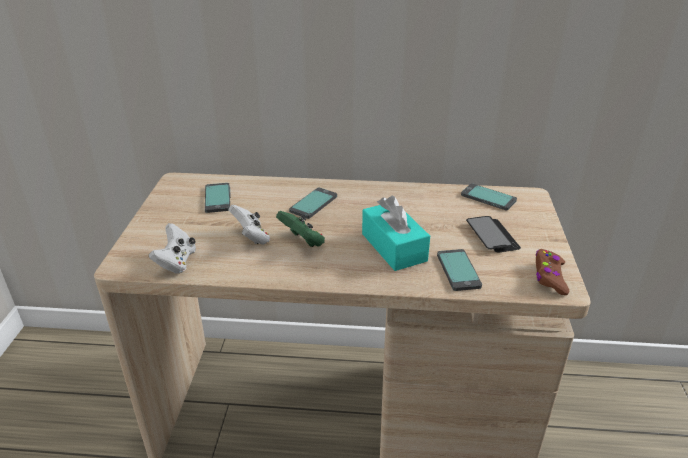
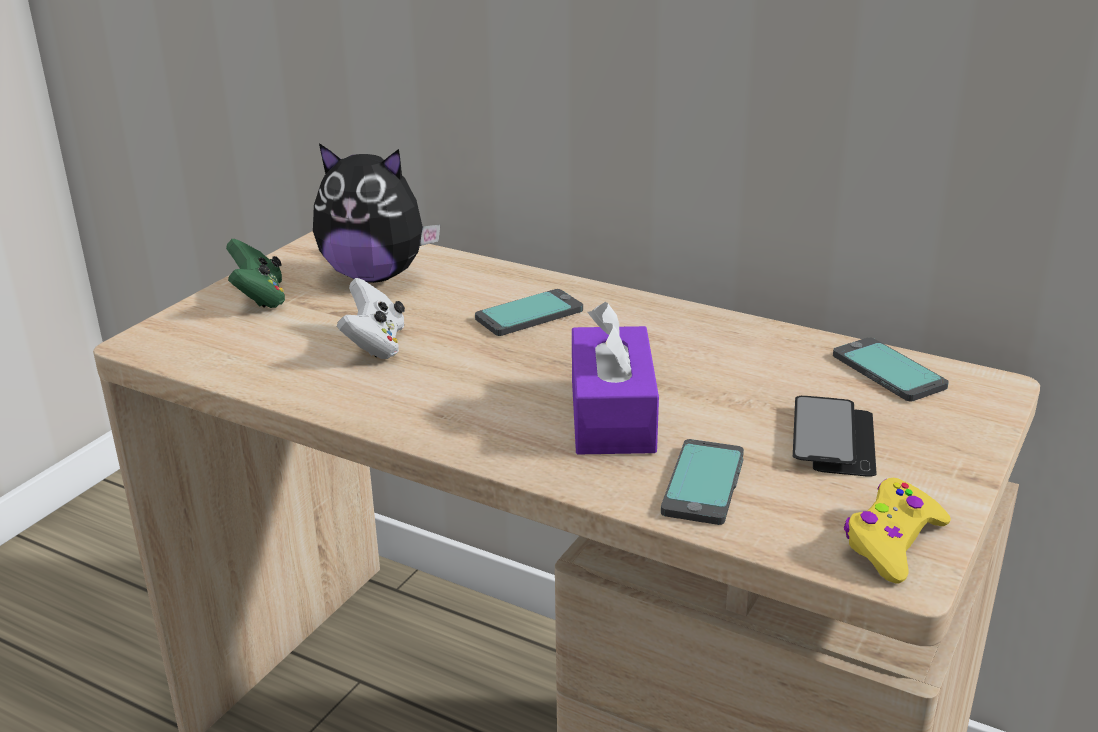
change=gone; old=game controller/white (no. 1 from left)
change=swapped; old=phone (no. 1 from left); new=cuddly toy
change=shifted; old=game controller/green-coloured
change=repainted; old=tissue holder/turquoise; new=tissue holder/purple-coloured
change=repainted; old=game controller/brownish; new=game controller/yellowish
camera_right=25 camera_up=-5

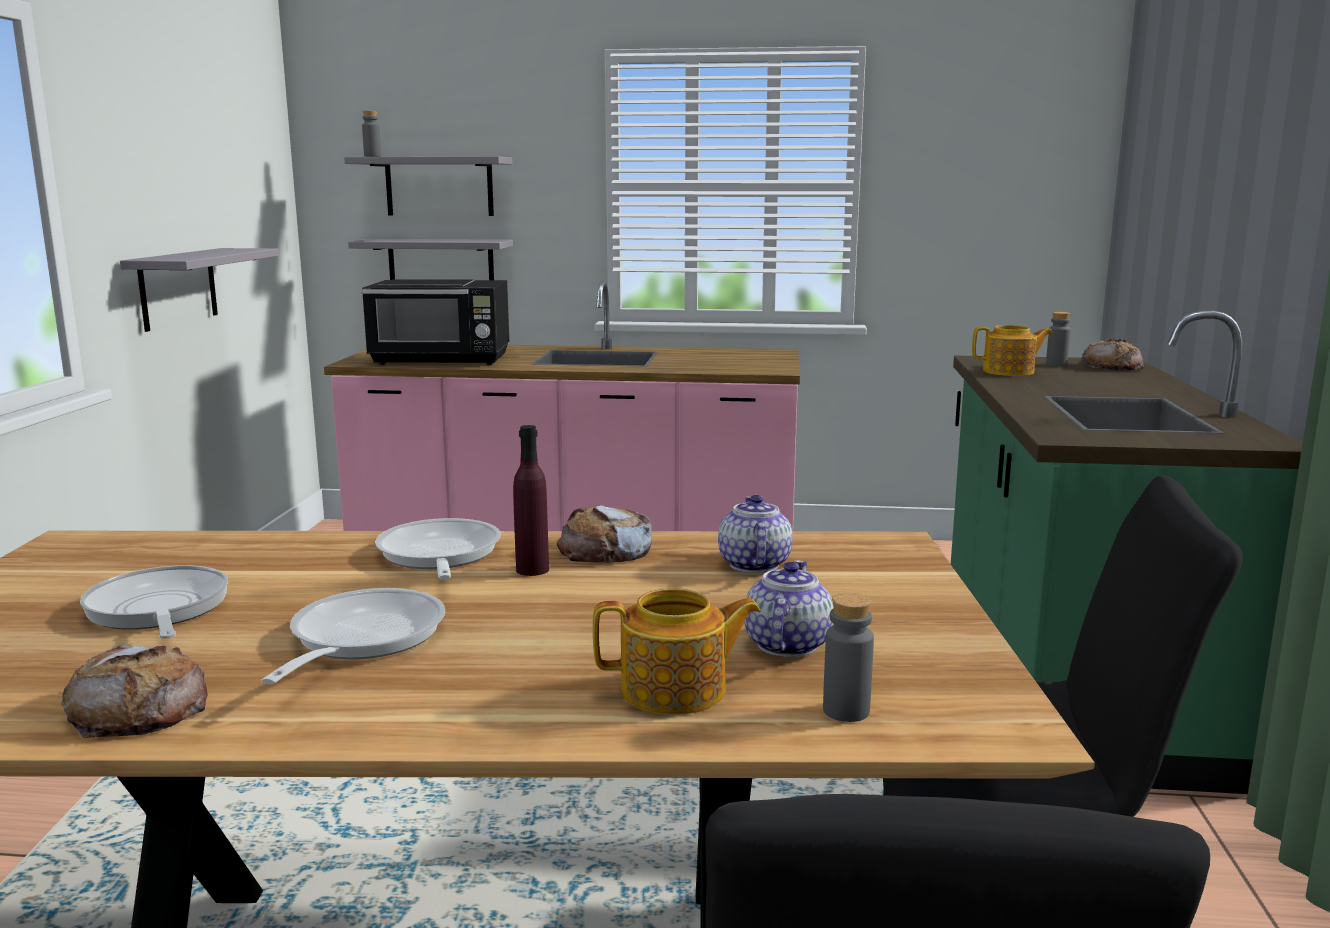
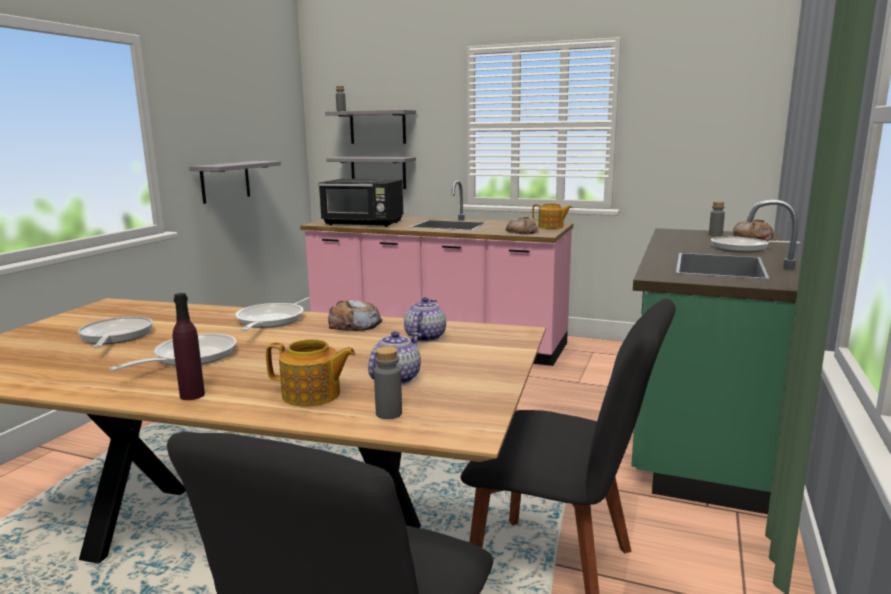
change=shifted; old=bakery bread (no. 1 from left in the first image); new=bakery bread (no. 2 from left)
change=shifted; old=bottle/purple-coloured
change=shifted; old=tea pot (no. 4 from left)
change=new; new=frying pan (no. 4 from left)
camera_right=15 camera_up=0

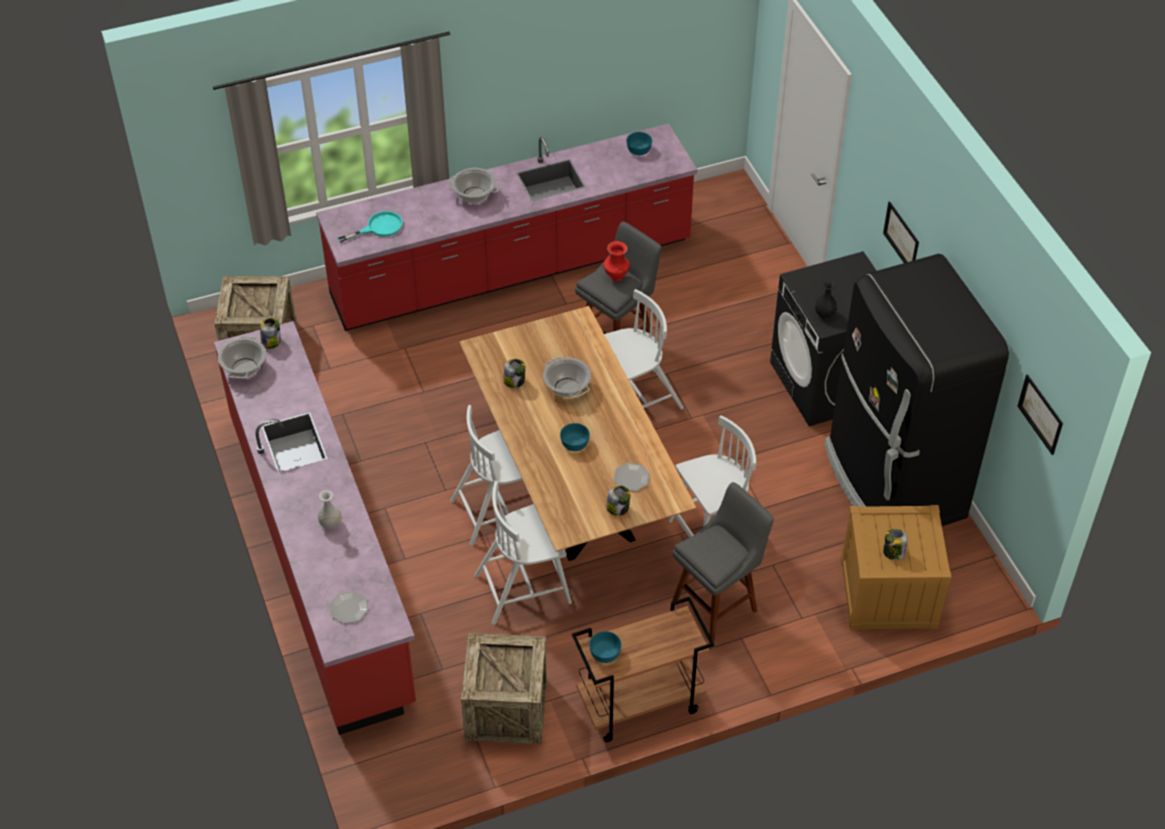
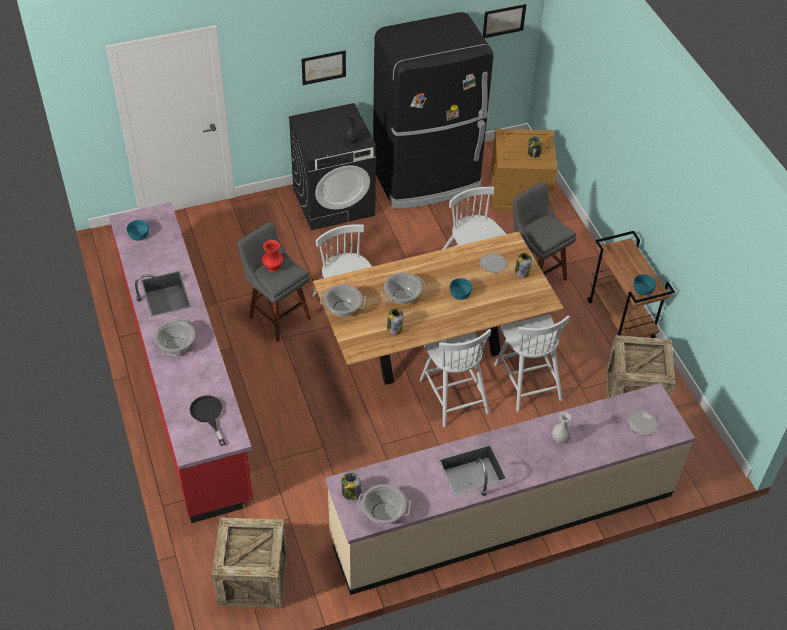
change=repainted; old=counter/red-coloured (no. 1 from left); new=counter/sand-coloured
change=repainted; old=frying pan/turquoise; new=frying pan/black-coloured
change=new; new=cooking pot (no. 2 from left)
camera_right=-90 camera_up=0

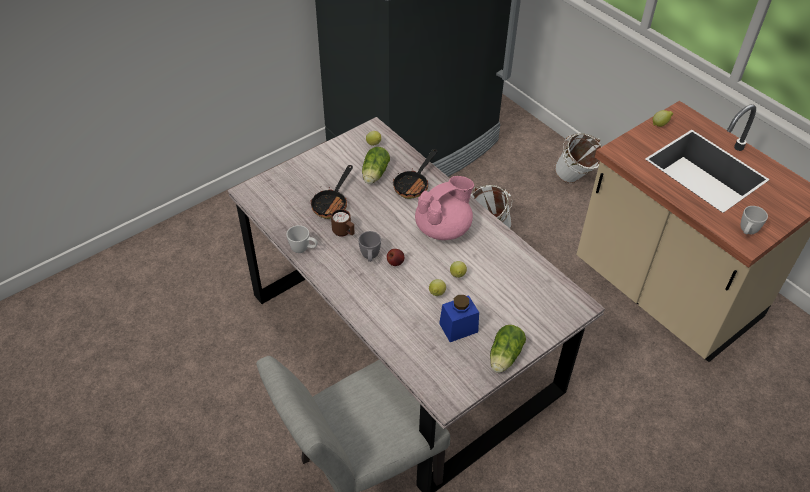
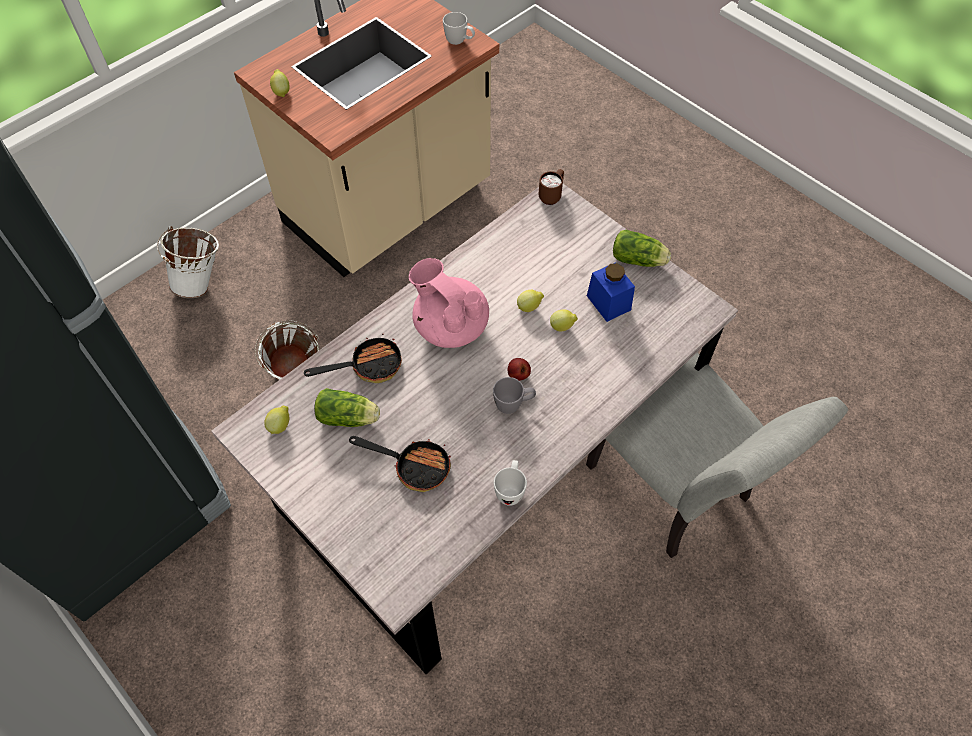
change=shifted; old=coffee mug/brownish
change=rotated; old=frying pan (no. 2 from left in the first image); degrees=-45
camera_right=-95 camera_up=10

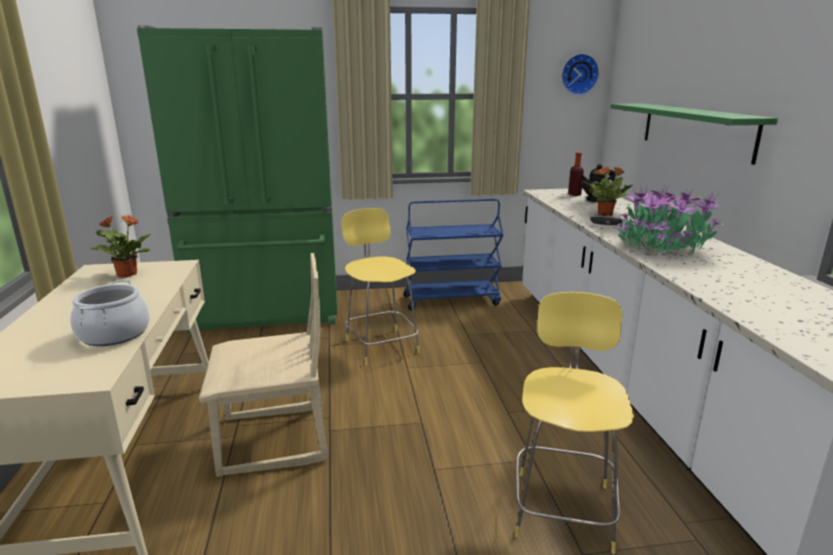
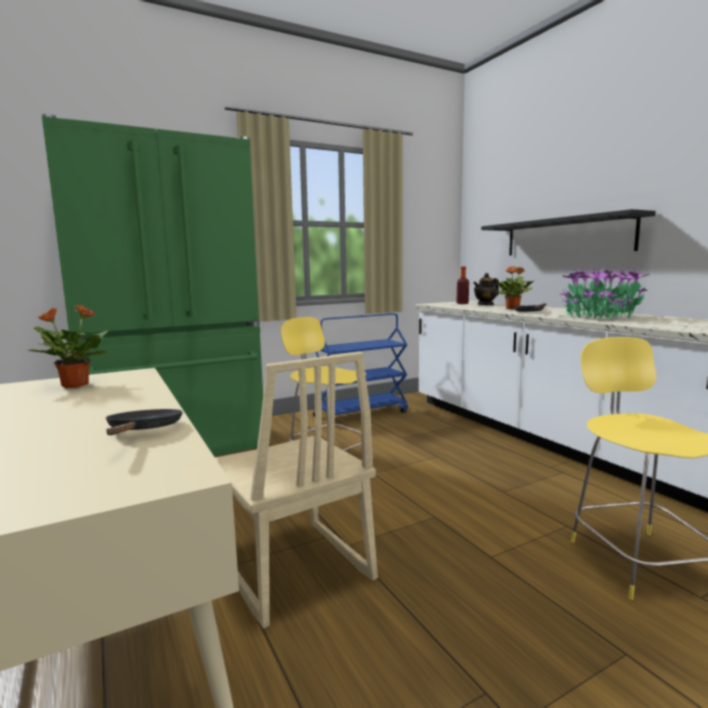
change=swapped; old=cooking pot; new=frying pan/black-coloured (no. 1 from left)
change=rotated; old=upright chair/sand-coloured; degrees=90
change=gone; old=wall clock
change=repainted; old=bracket shelf/green-coloured; new=bracket shelf/black-coloured
camera_right=-20 camera_up=-10

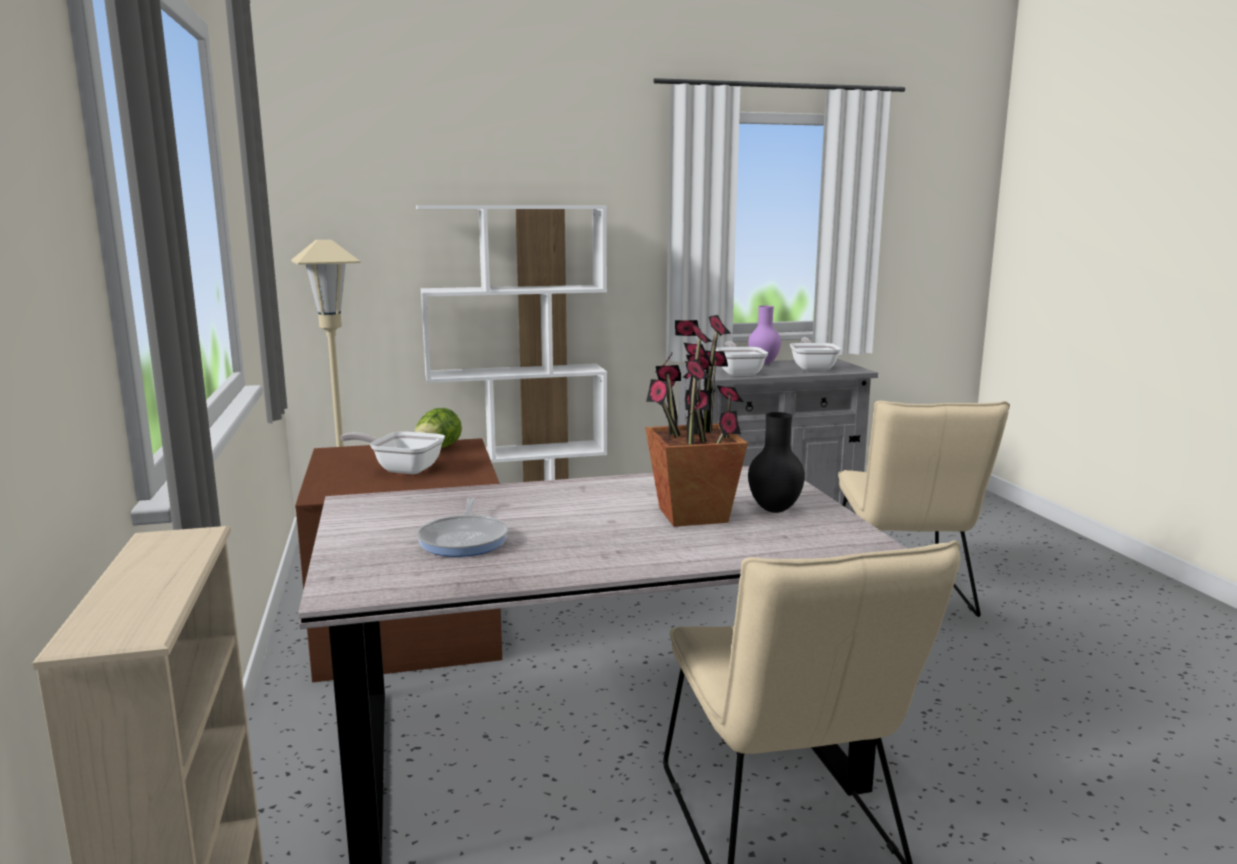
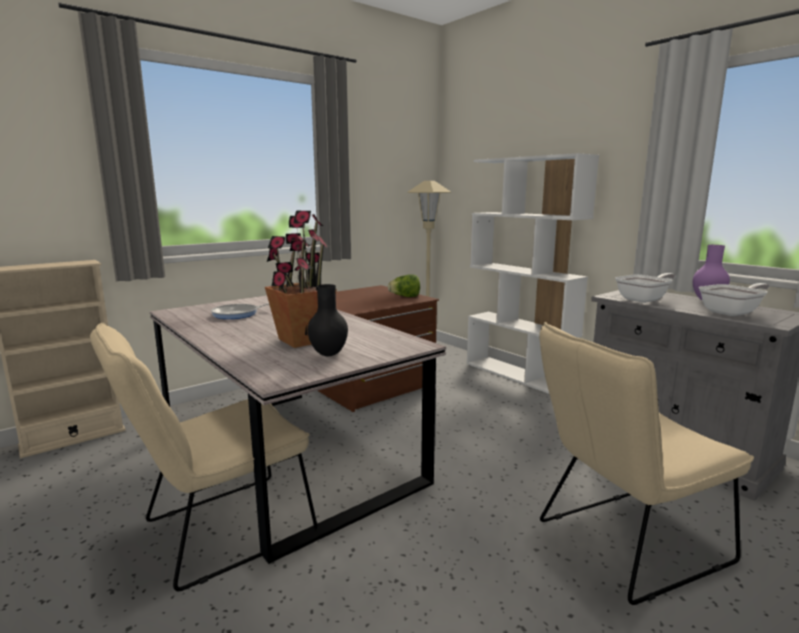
change=gone; old=frying pan (no. 1 from left)
camera_right=65 camera_up=0

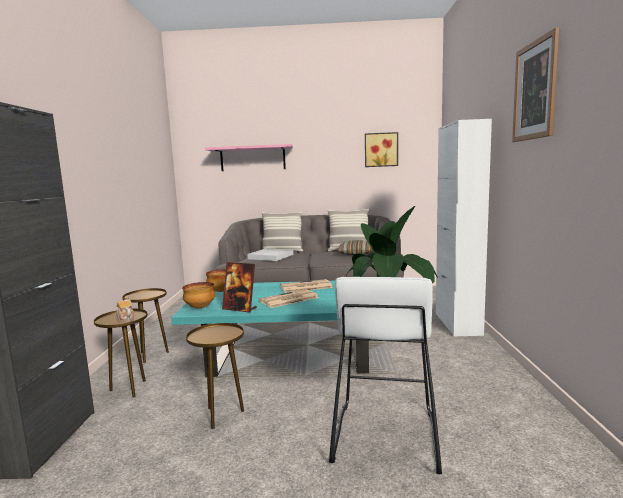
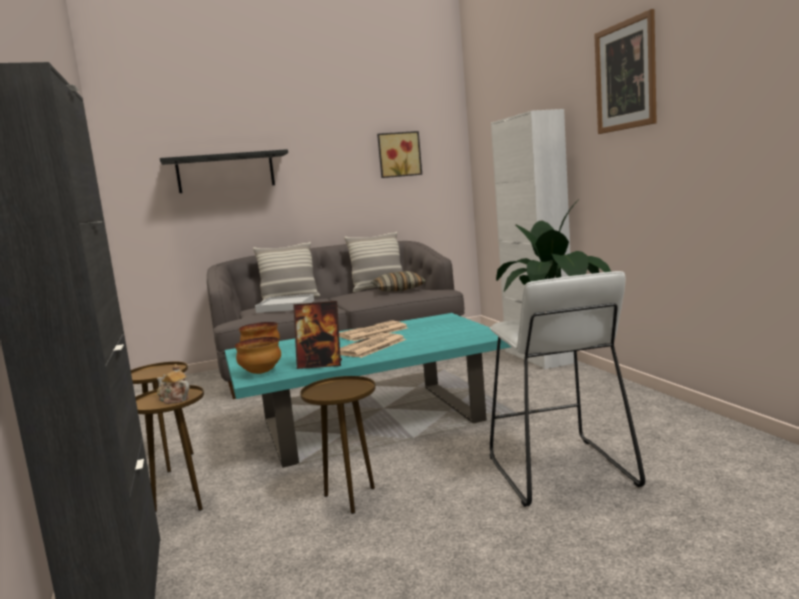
change=repainted; old=bracket shelf/pinkish; new=bracket shelf/black-coloured
camera_right=-20 camera_up=0

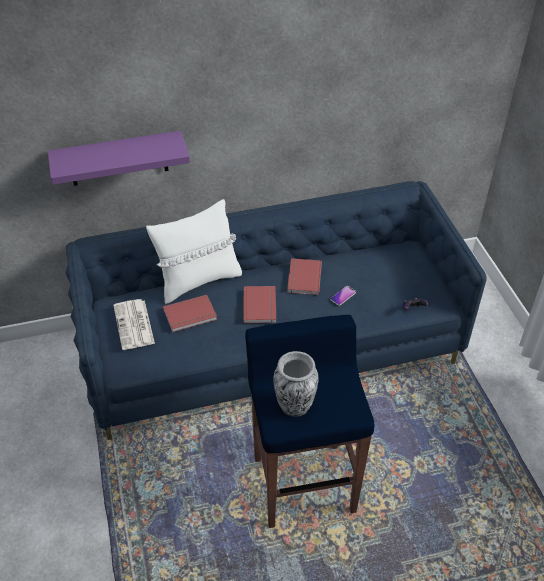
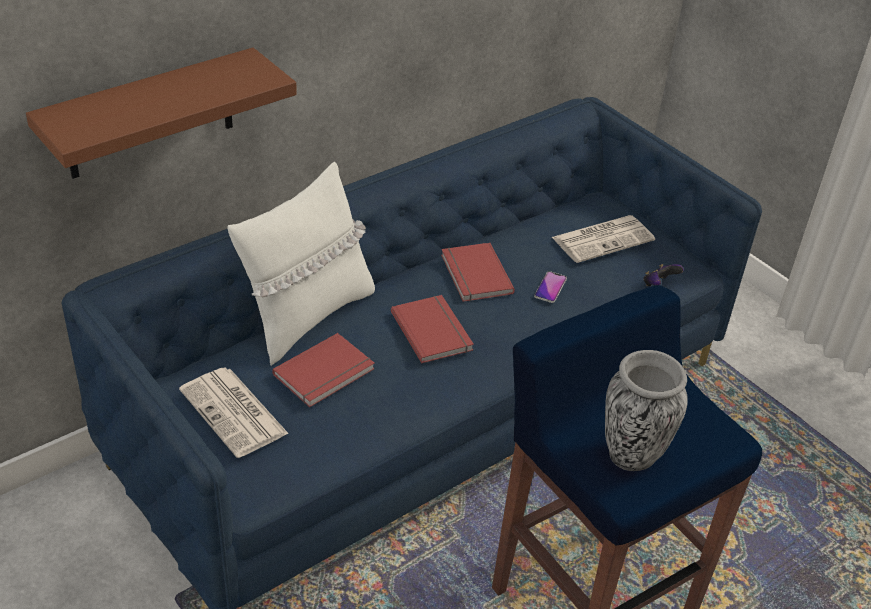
change=repainted; old=bracket shelf/purple-coloured; new=bracket shelf/brownish
change=new; new=newspaper (no. 2 from left)
camera_right=-25 camera_up=-5

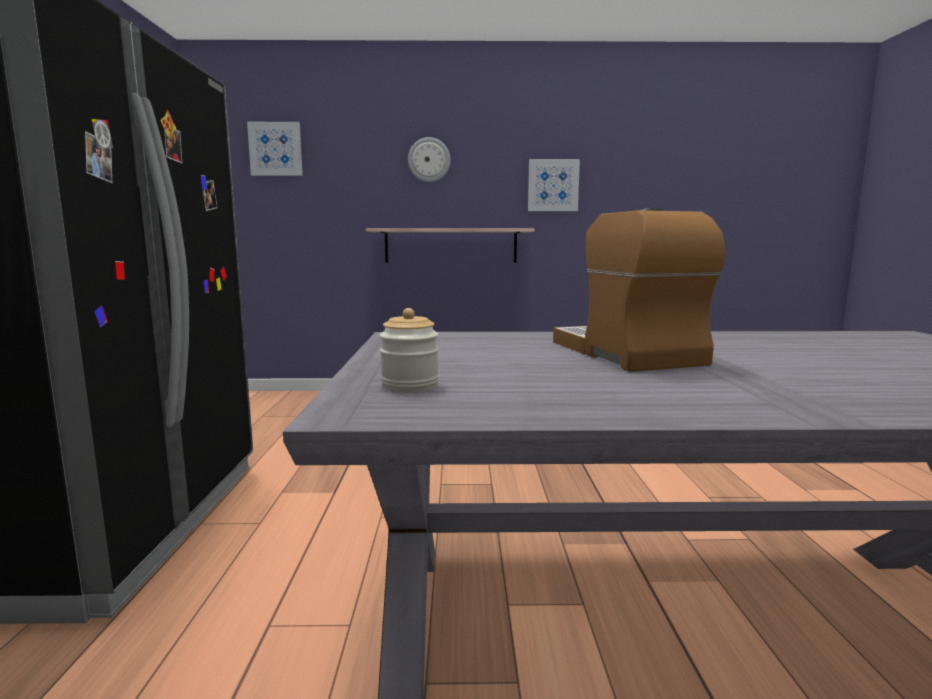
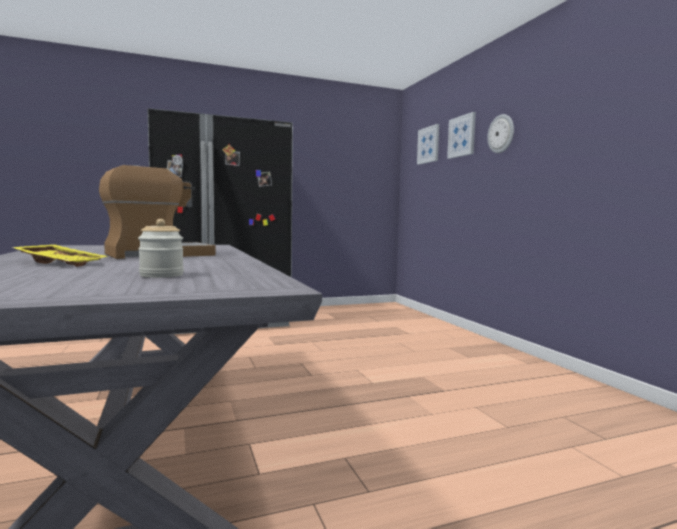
change=gone; old=bracket shelf
change=shifted; old=preserve jar
change=shifted; old=wall picture (no. 2 from left)
change=new; new=tray/yellowish
camera_right=70 camera_up=-5

